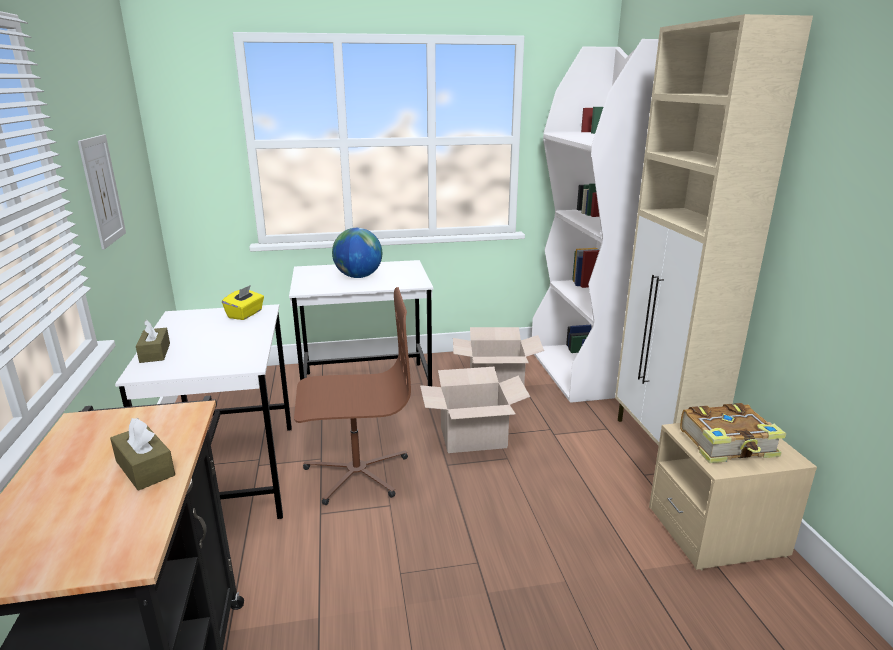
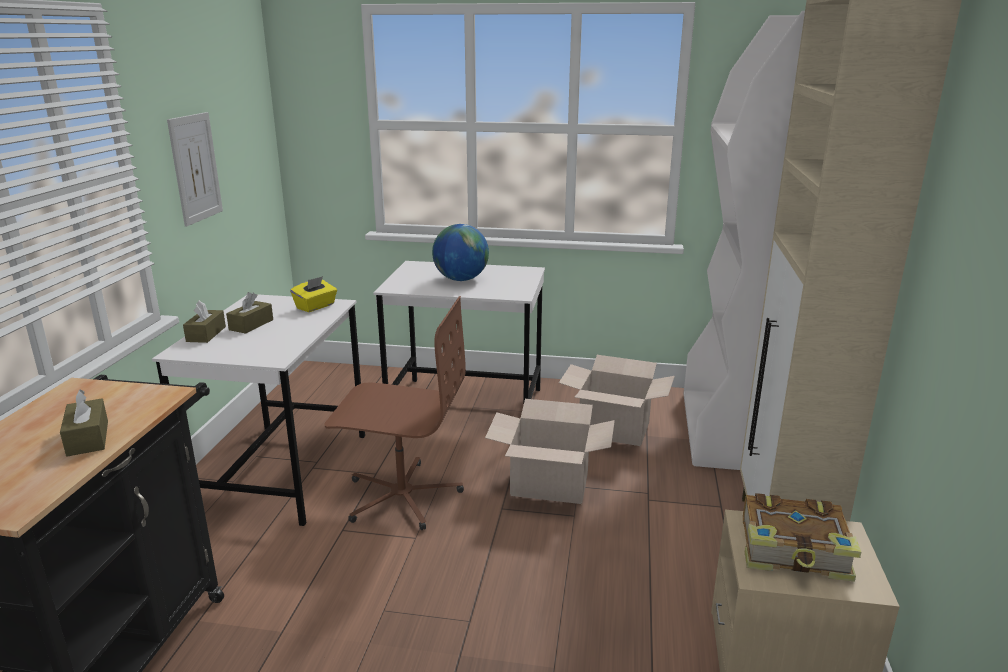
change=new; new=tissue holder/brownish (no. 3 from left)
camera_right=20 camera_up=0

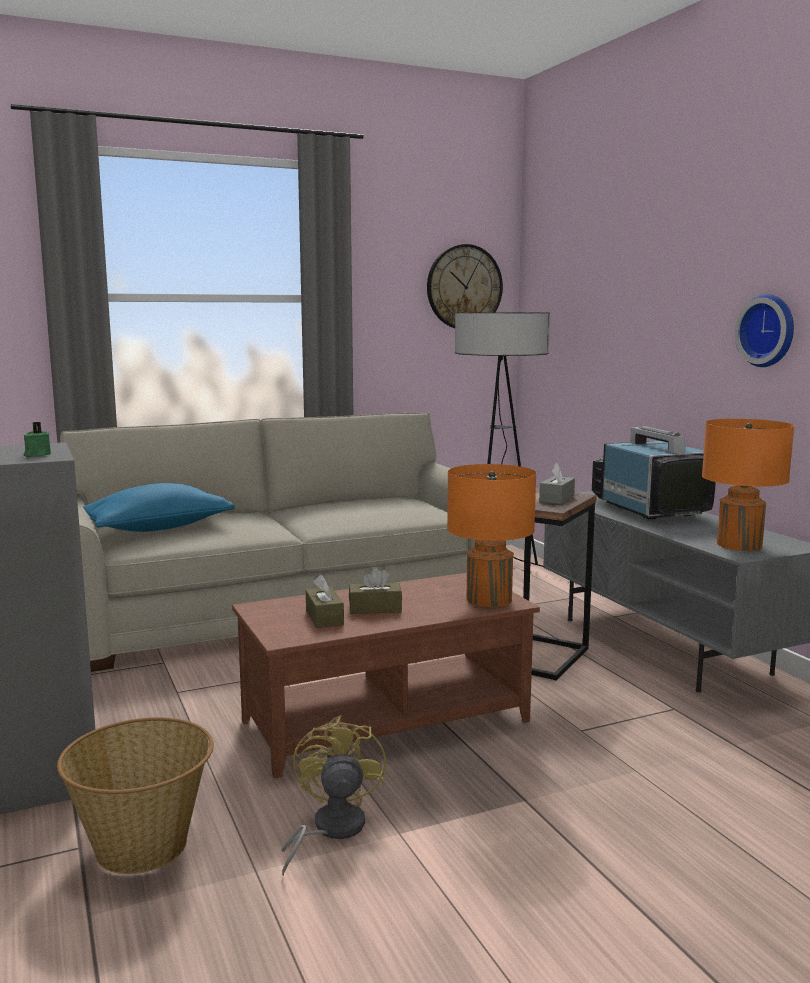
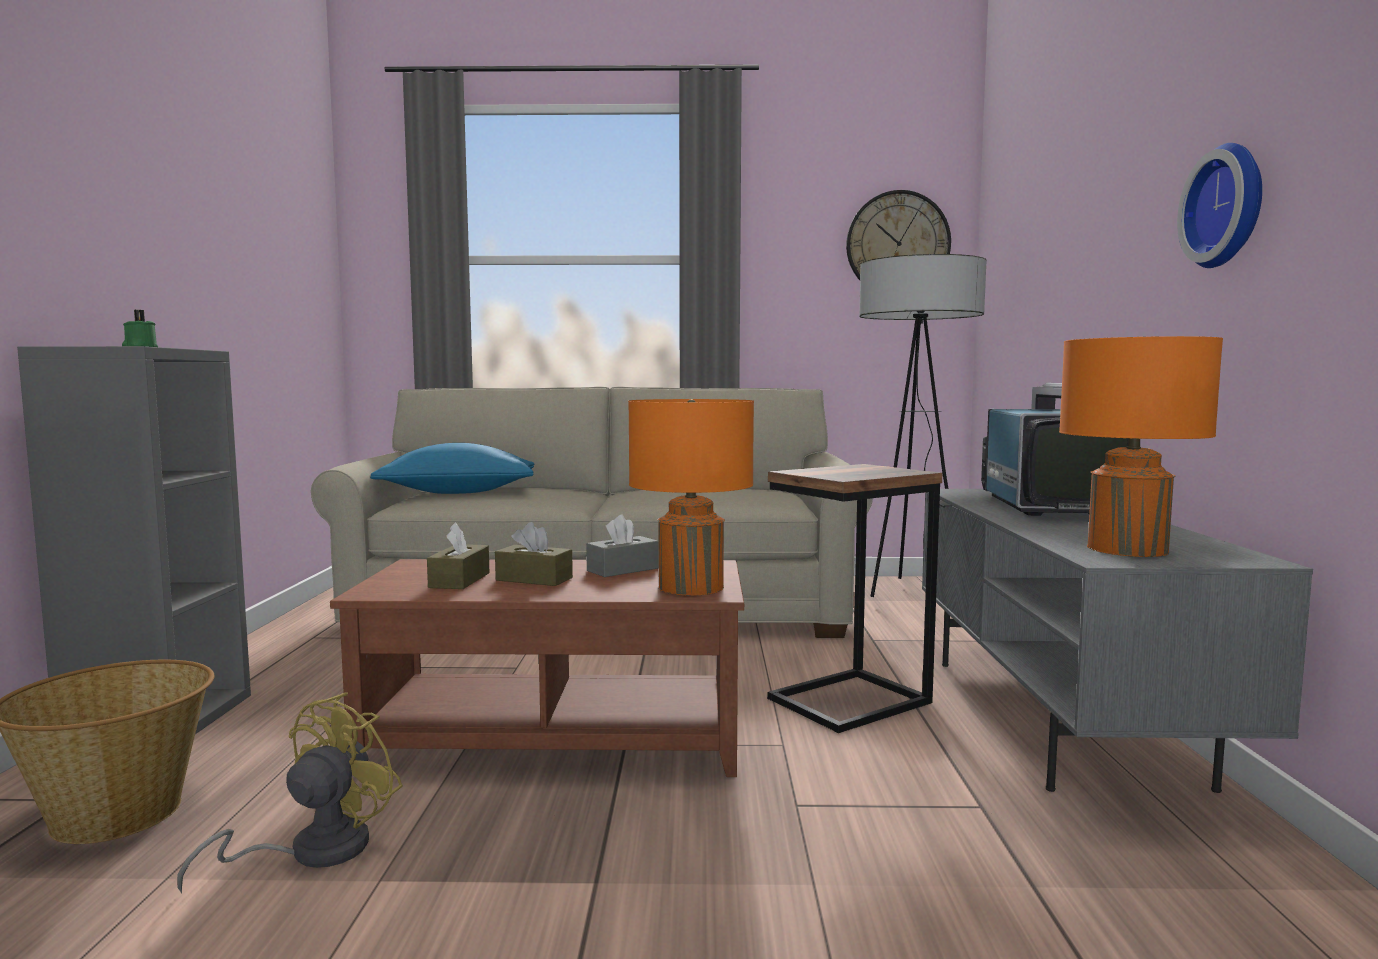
change=shifted; old=tissue holder/gray
camera_right=25 camera_up=-5

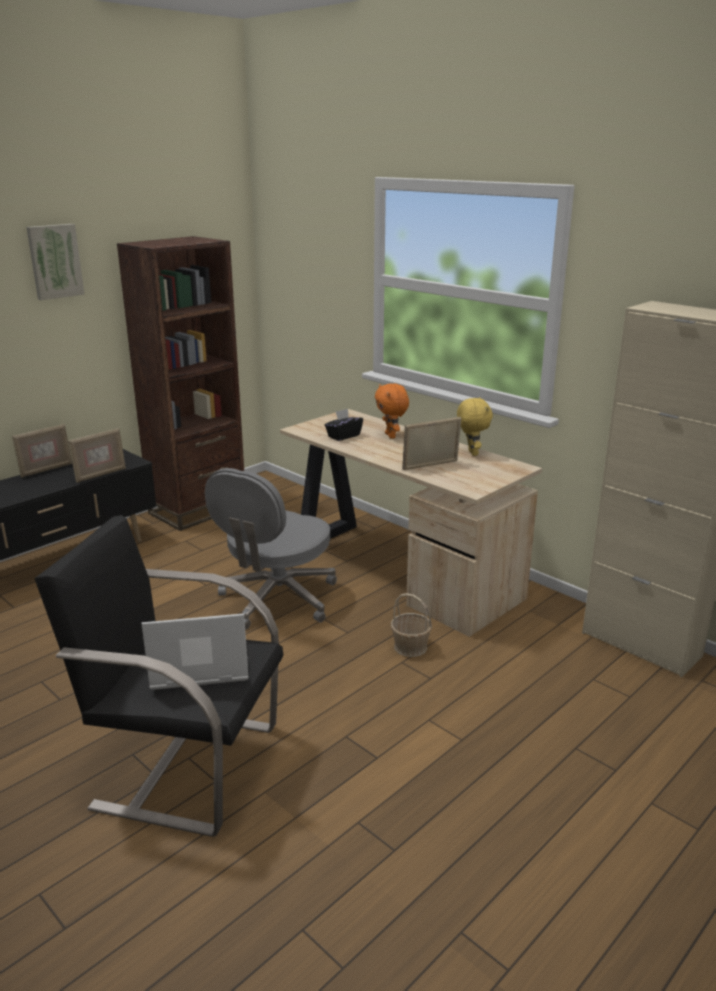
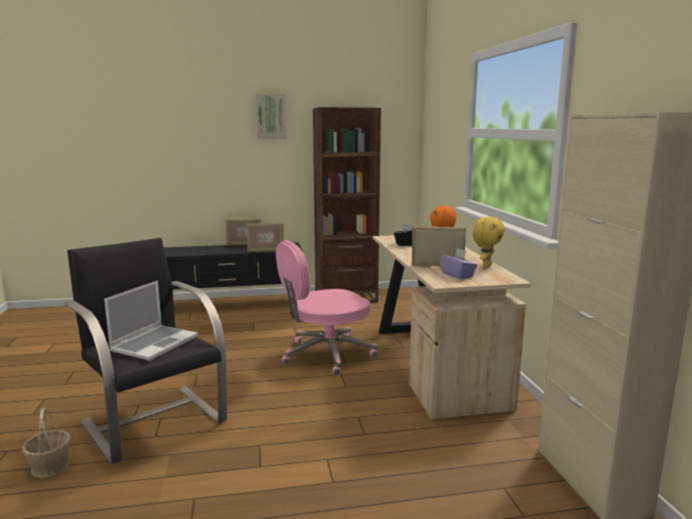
change=rotated; old=notebook computer; degrees=90
change=repainted; old=computer chair/gray; new=computer chair/pinkish
change=shifted; old=basket
change=new; new=tissue holder/purple-coloured
camera_right=35 camera_up=-10

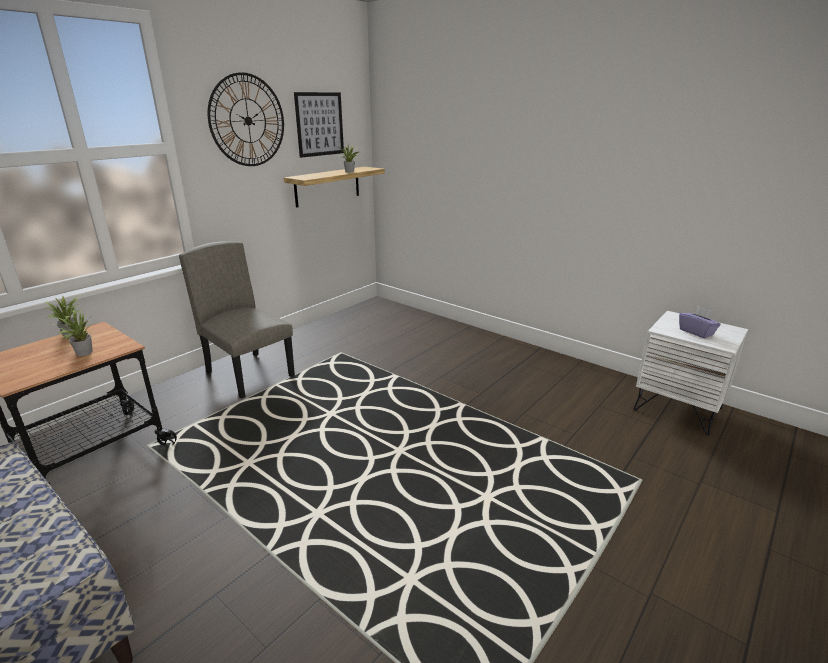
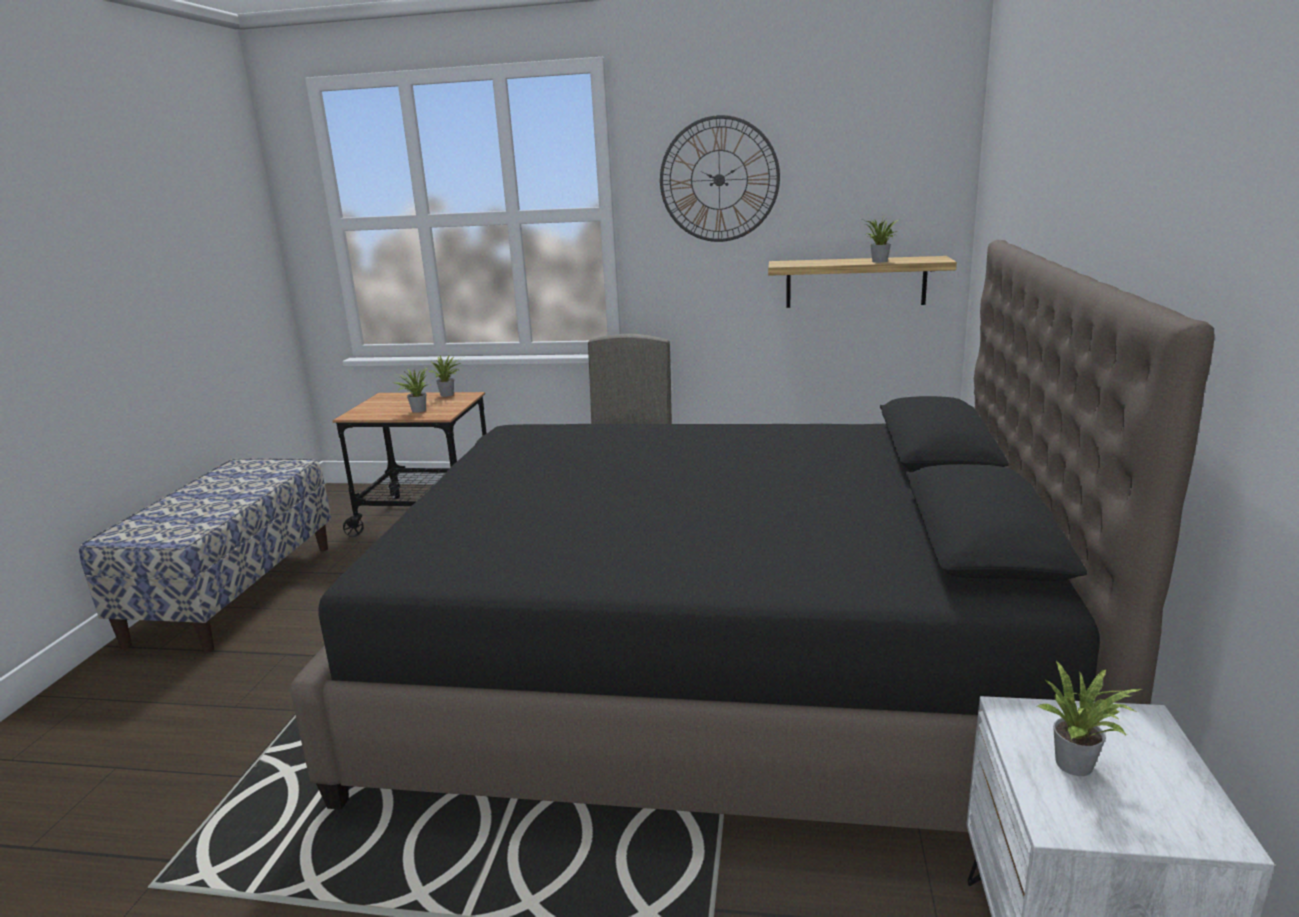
change=gone; old=wall picture
change=swapped; old=tissue holder/purple-coloured; new=plant in a pot (no. 4 from left)
change=new; new=bed/black-coloured
camera_right=60 camera_up=-5

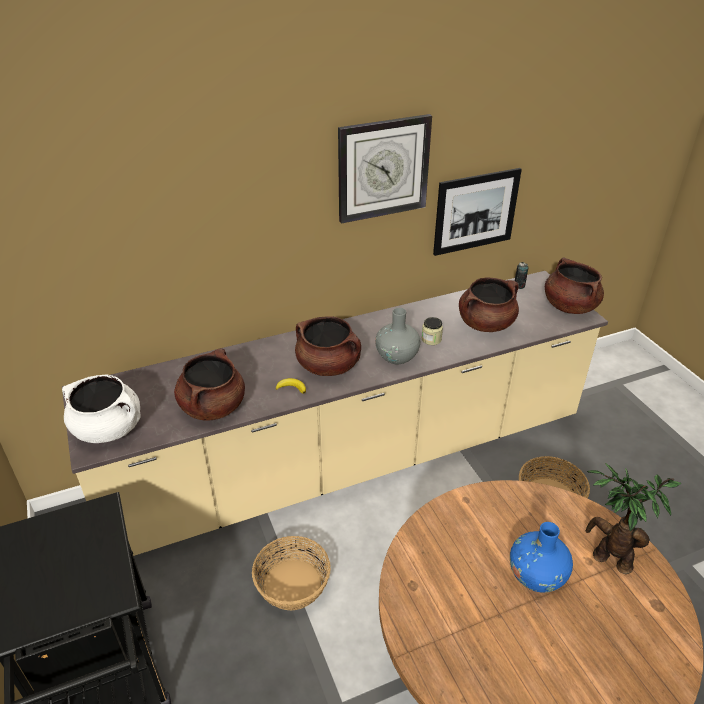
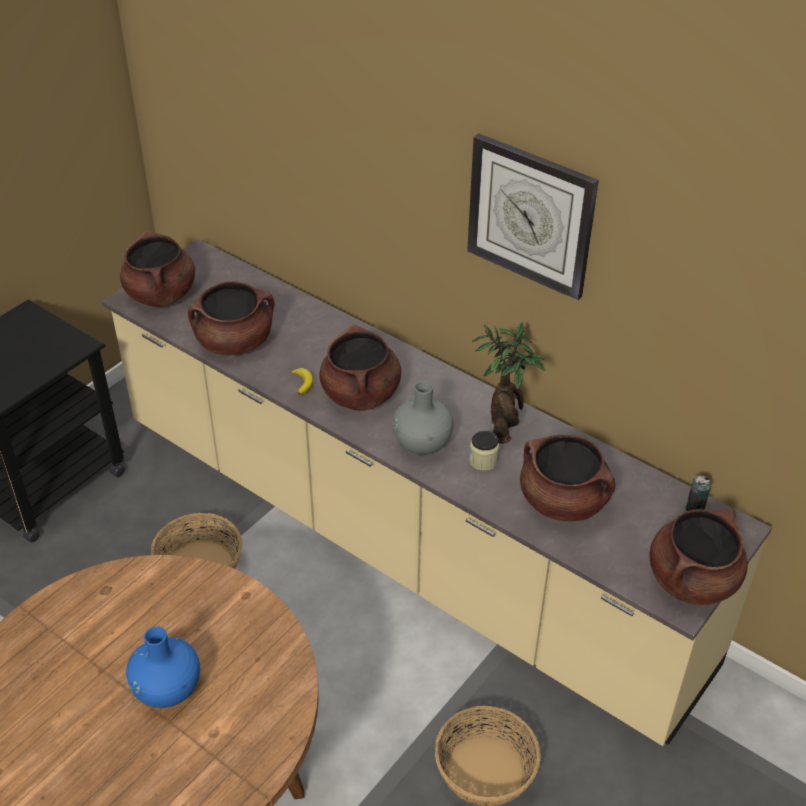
change=repainted; old=cooking pot/white; new=cooking pot/brownish (no. 1 from left)
change=gone; old=wall picture
change=shifted; old=plant in a pot
camera_right=60 camera_up=5

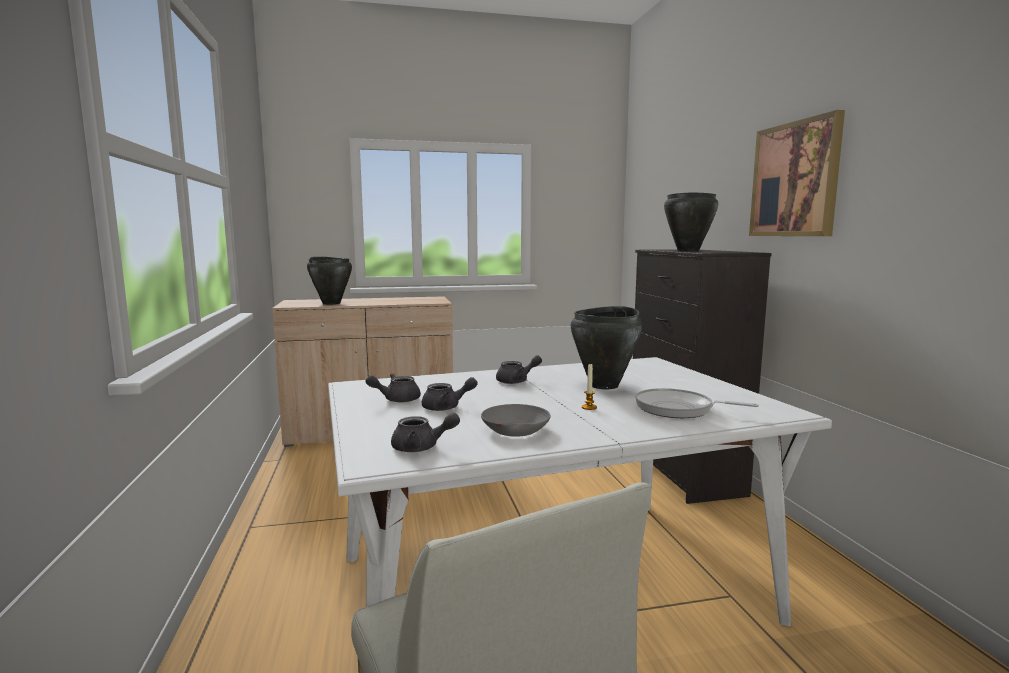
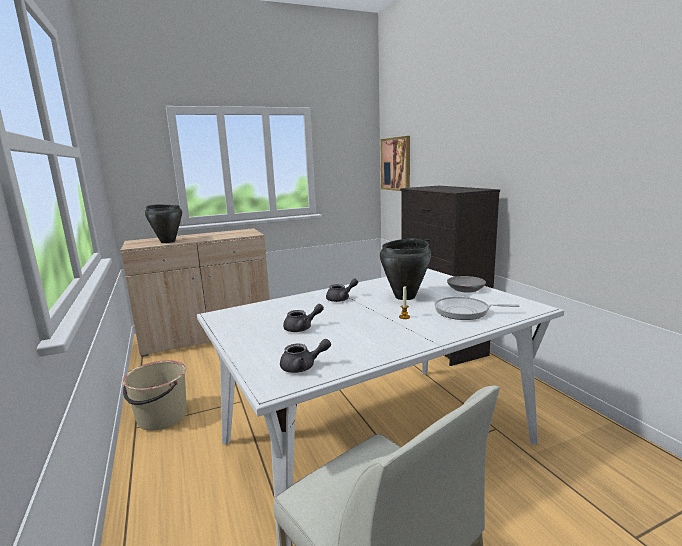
change=gone; old=tea pot/gray (no. 1 from left)
change=shifted; old=serving bowl/gray
change=gone; old=cooking pot/black-coloured (no. 3 from left)
change=shifted; old=wall picture
change=new; new=water bucket/sand-coloured
camera_right=-10 camera_up=5

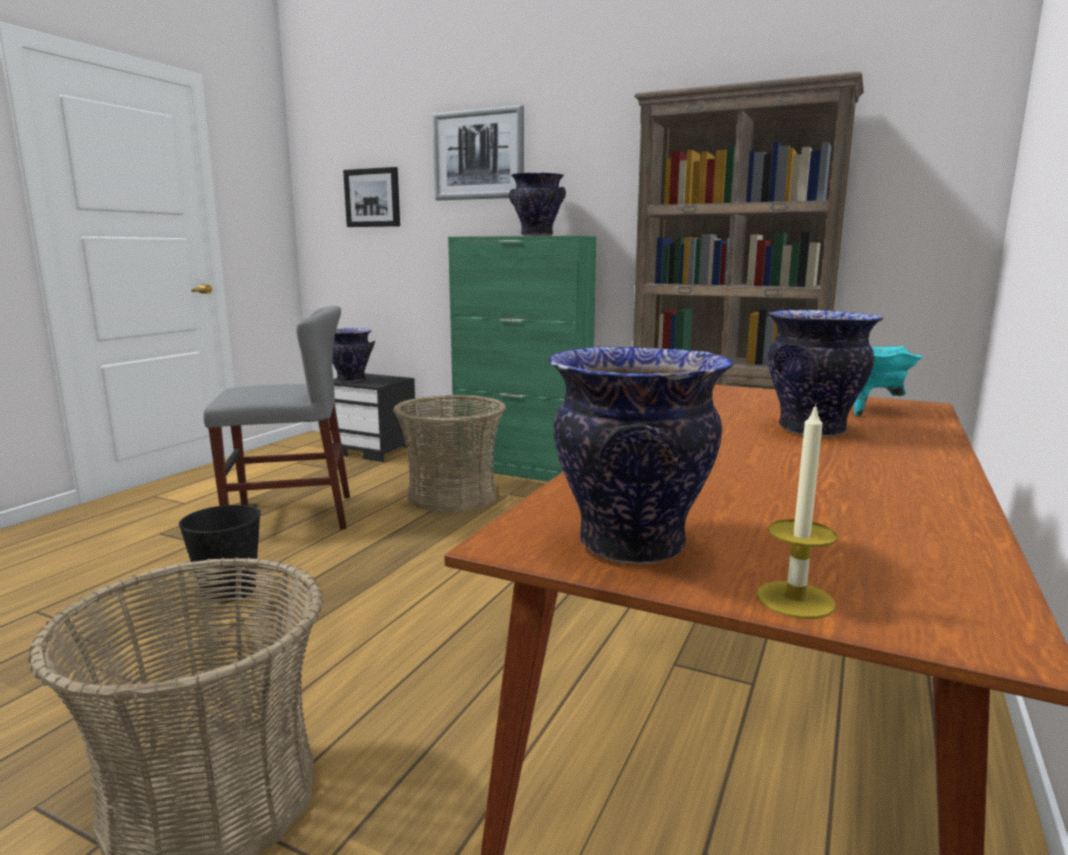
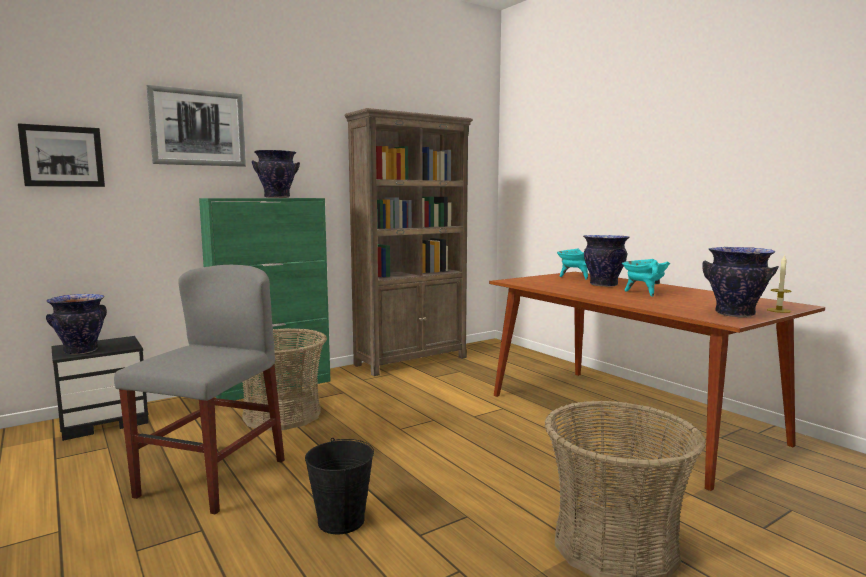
change=new; new=cooking pot/turquoise (no. 2 from left)
camera_right=-60 camera_up=-5

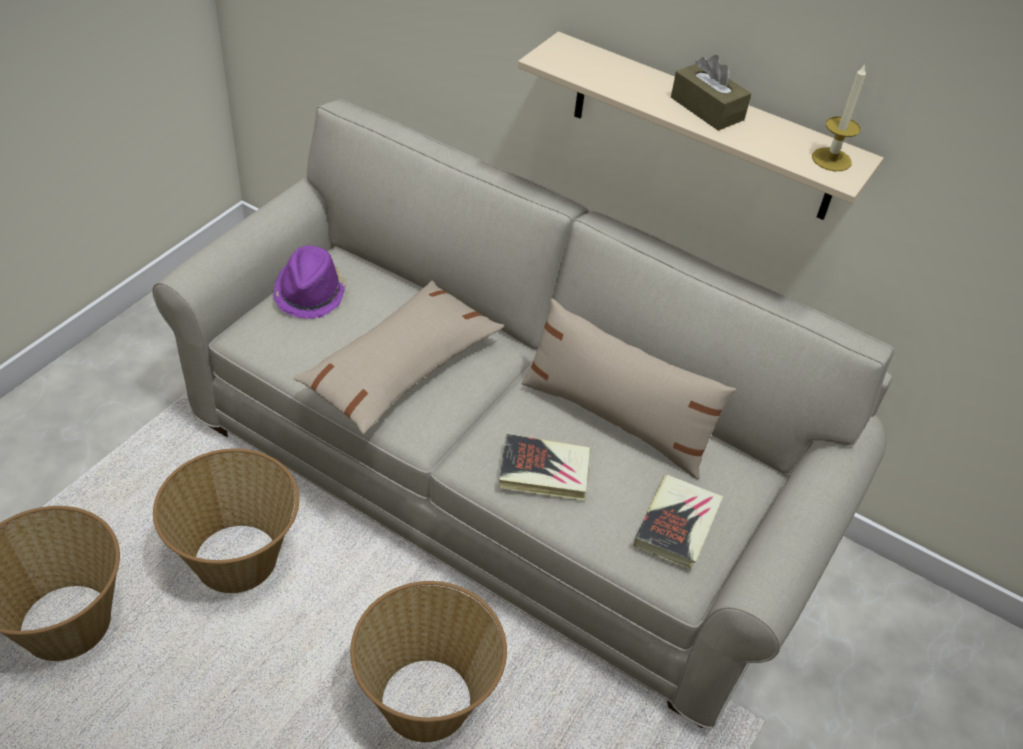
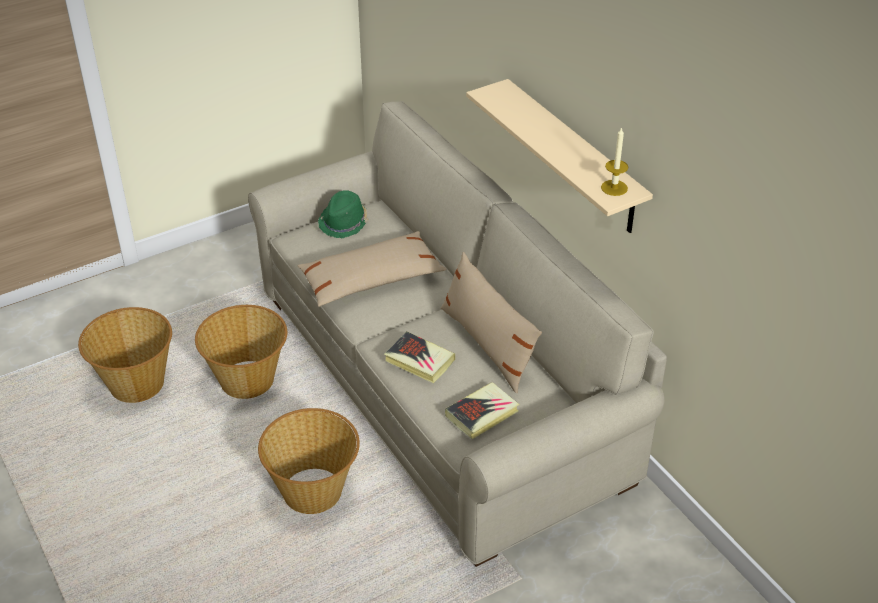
change=repainted; old=hat/purple-coloured; new=hat/green-coloured
change=gone; old=tissue holder/brownish
camera_right=30 camera_up=-5

